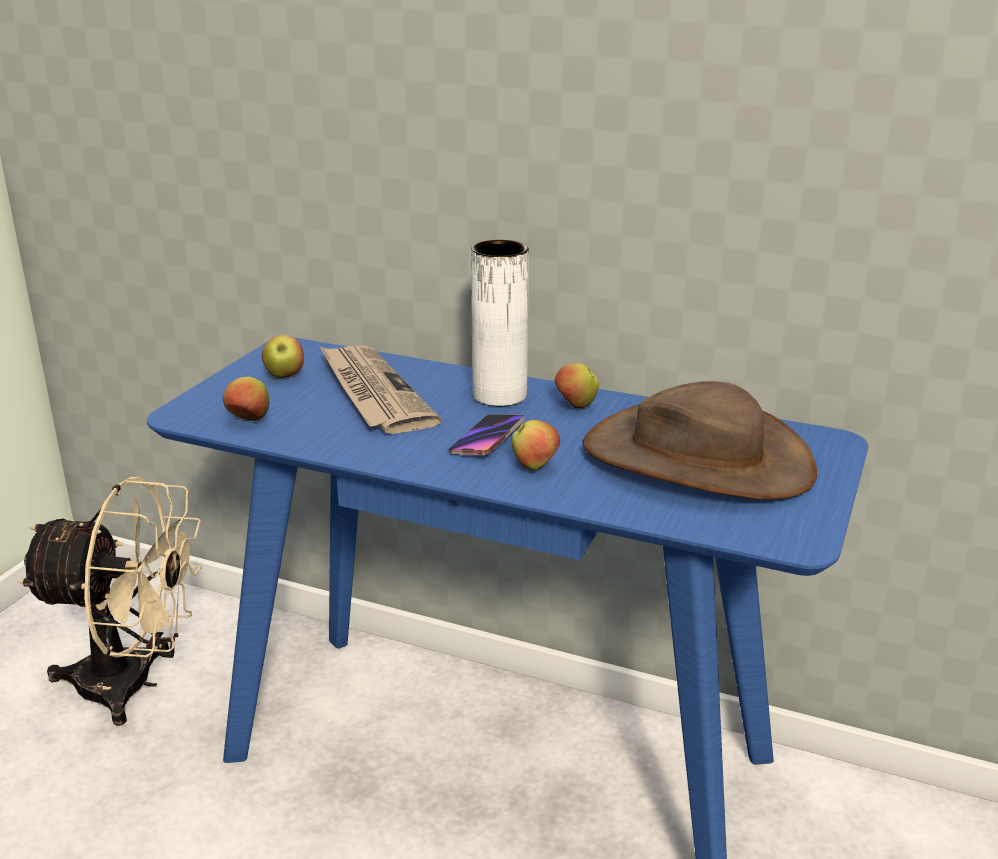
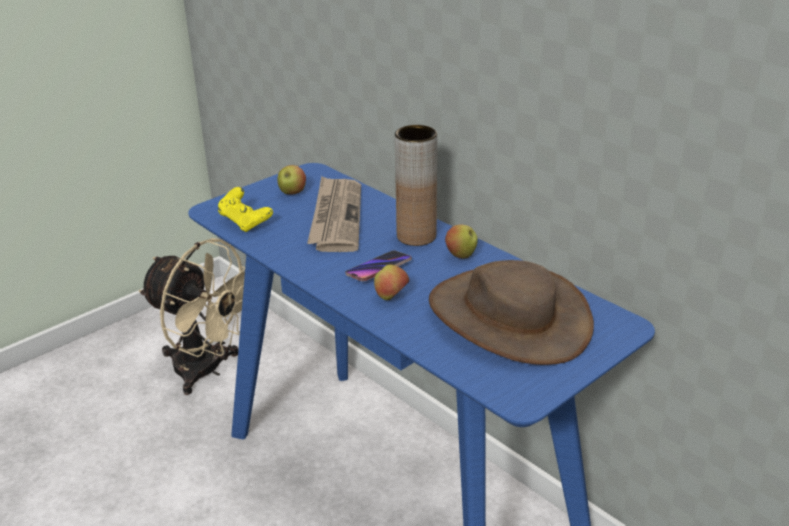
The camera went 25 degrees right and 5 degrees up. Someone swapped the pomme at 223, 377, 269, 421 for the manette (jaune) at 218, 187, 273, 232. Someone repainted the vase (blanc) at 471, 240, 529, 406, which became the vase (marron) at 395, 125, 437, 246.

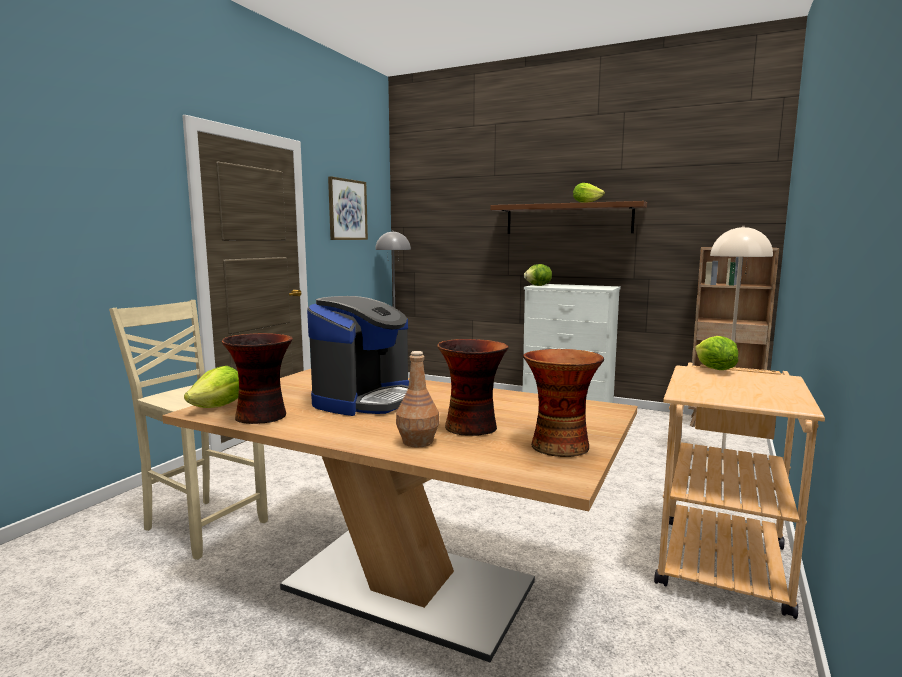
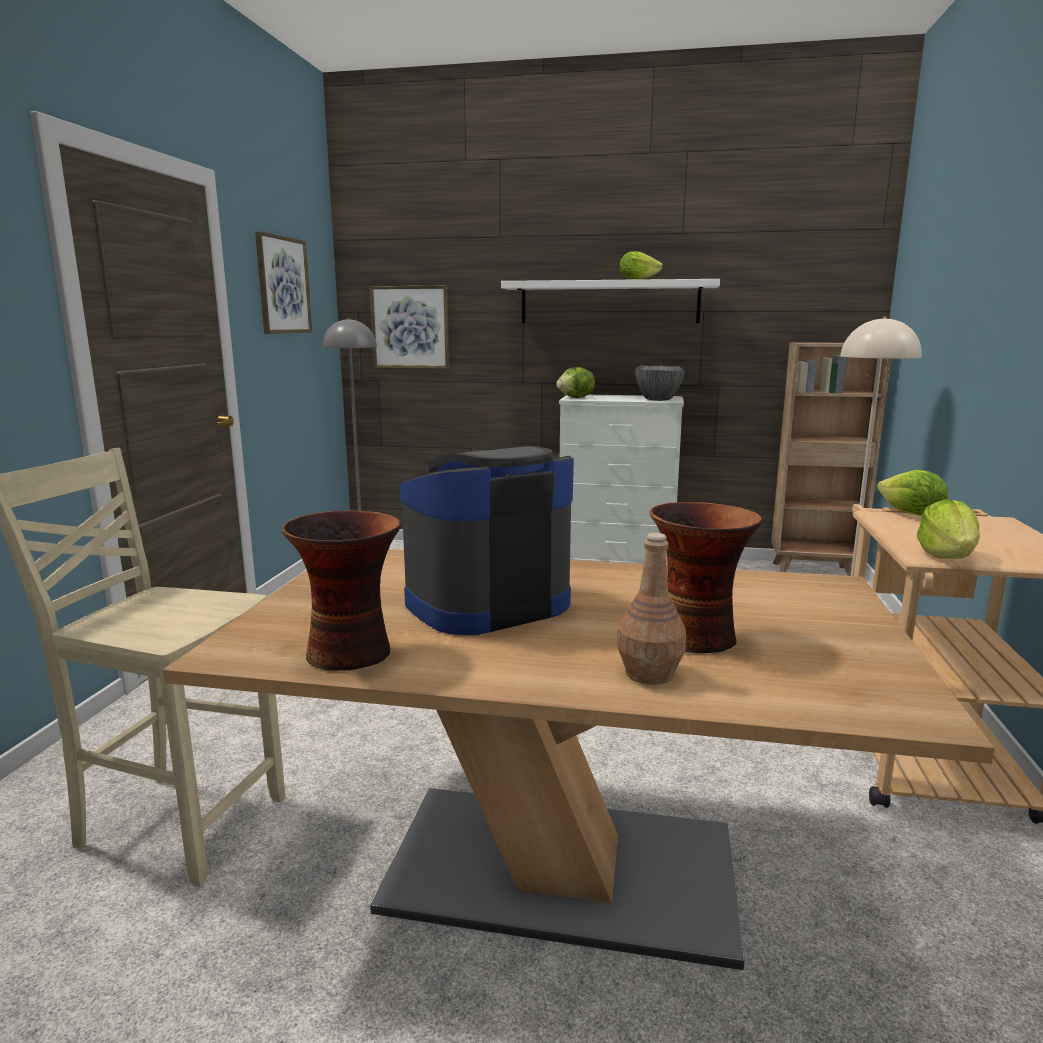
The camera went 15 degrees left and 5 degrees up. Someone carried the laitue from 184, 366, 239, 408 to 917, 499, 980, 559. Someone rotated the machine à café at 307, 296, 409, 416 by 135 degrees counterclockwise. Someone repainted the étagère (marron) at 490, 201, 647, 234, which became the étagère (blanc) at 501, 279, 720, 323. Someone took away the vase at 523, 349, 604, 457. Someone put up the tableau at 369, 285, 449, 369. Someone put down the bol at 635, 365, 685, 401.

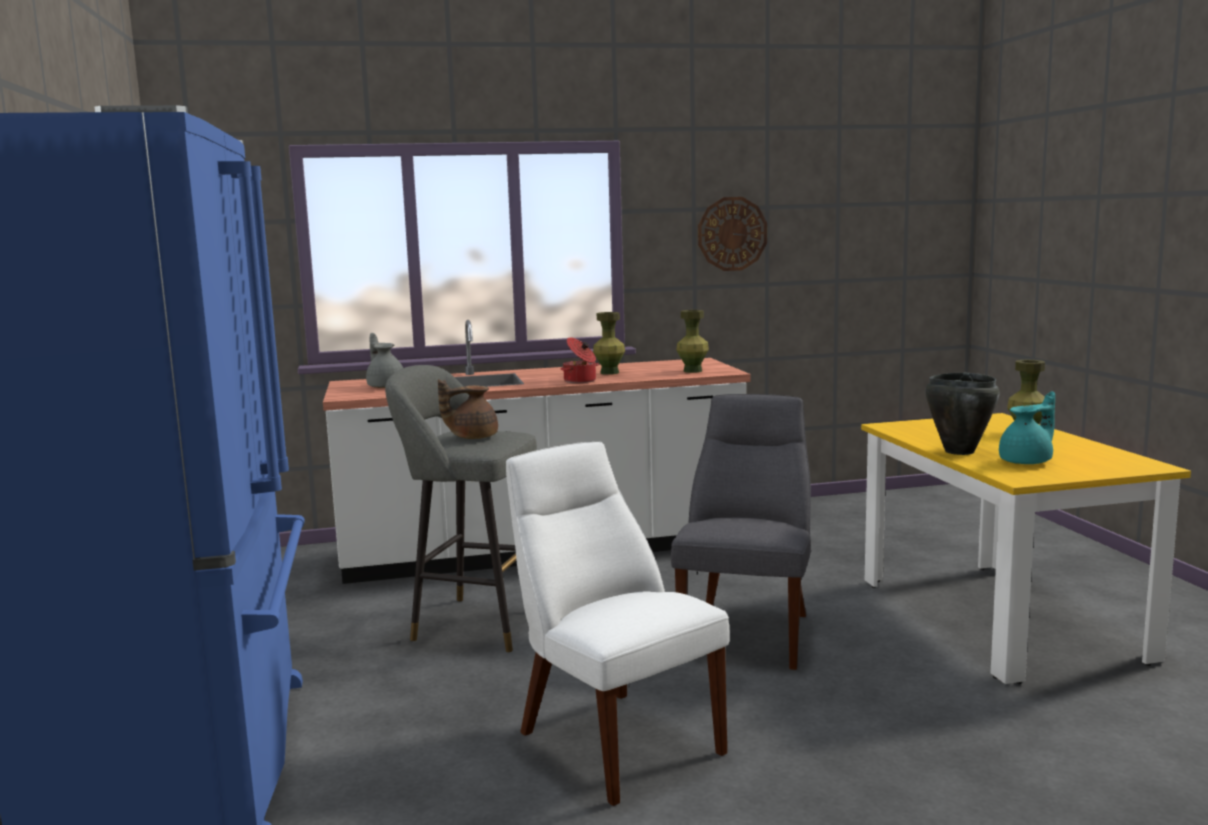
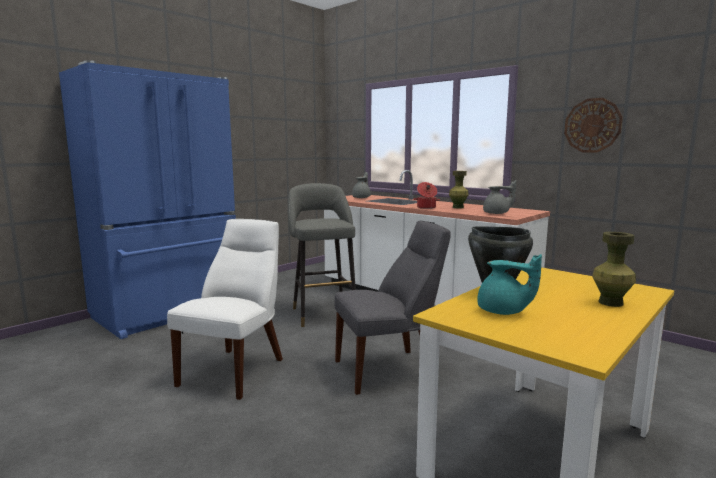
The camera went 55 degrees right and 0 degrees up. Someone took away the théière (marron) at 438, 379, 498, 439. Someone swapped the vase (vert) at 676, 310, 709, 373 for the théière (gris) at 483, 180, 516, 214.

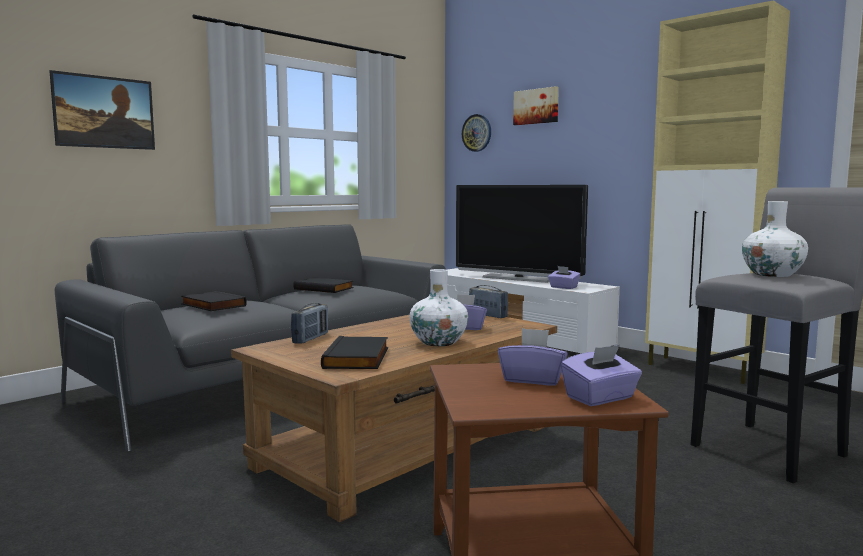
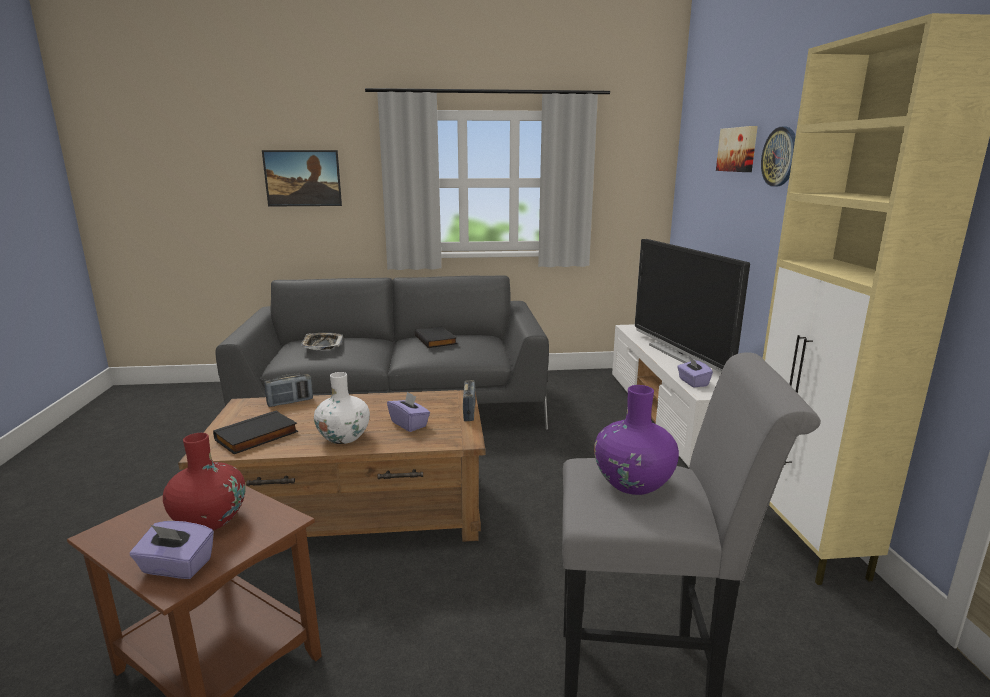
The camera went 40 degrees right and 10 degrees up. Someone swapped the livre (noir) at 181, 291, 247, 311 for the plateau at 301, 333, 343, 350. Someone carried the horloge murale from 462, 114, 491, 152 to 761, 127, 796, 187. Someone swapped the boîte à mouchoirs (violet) at 498, 328, 568, 386 for the vase (rouge) at 163, 433, 245, 530. Someone repainted the vase (blanc) at 742, 201, 808, 277, which became the vase (violet) at 594, 385, 679, 495.

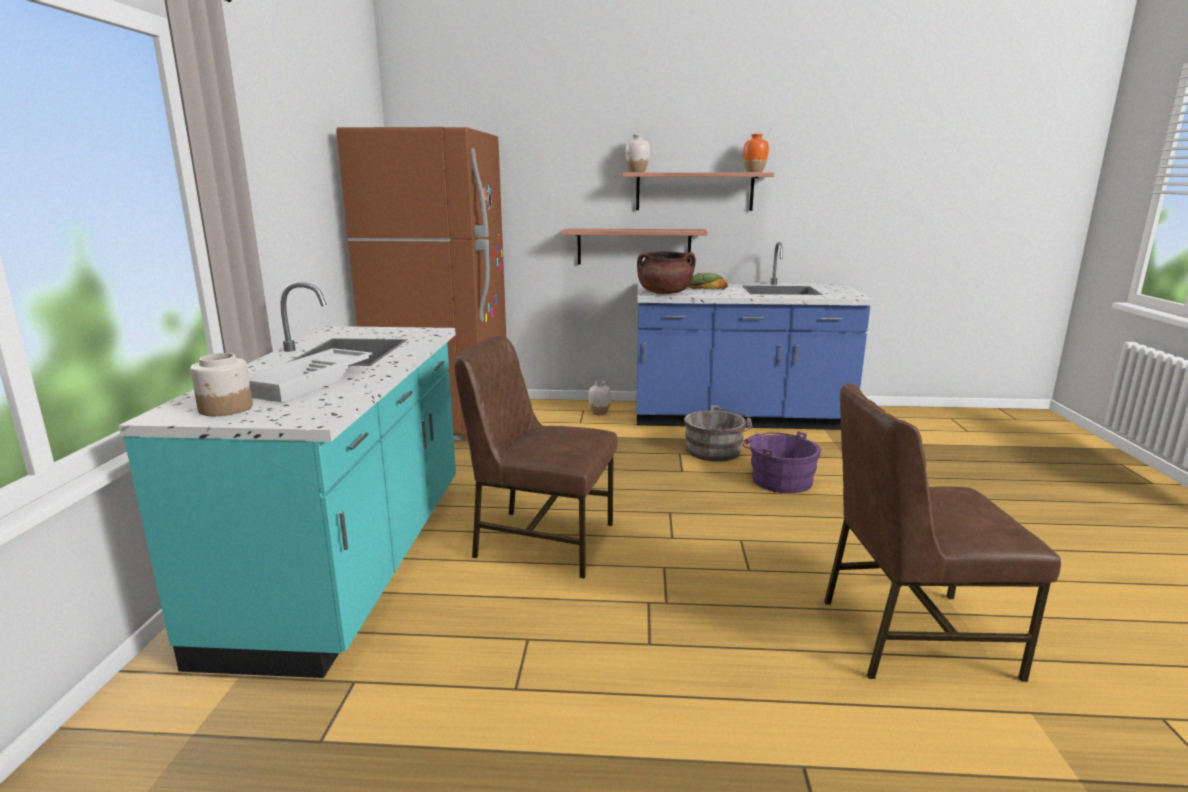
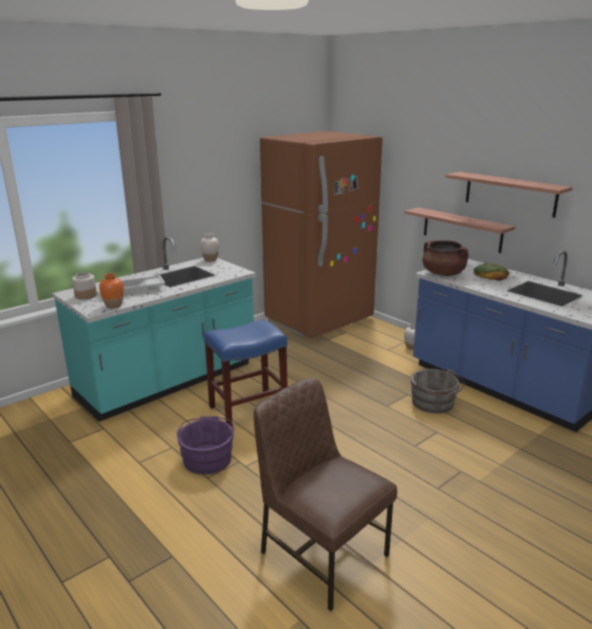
The camera went 45 degrees right and 5 degrees up. Someone swapped the chaise (marron) at 454, 336, 618, 578 for the tabouret (bleu) at 204, 319, 288, 427. Someone carried the vase (blanc) from 625, 134, 650, 172 to 200, 233, 219, 262. Someone carried the vase (orange) from 743, 134, 769, 172 to 99, 273, 124, 308. Someone carried the seau (violet) from 743, 431, 821, 493 to 177, 416, 235, 474.

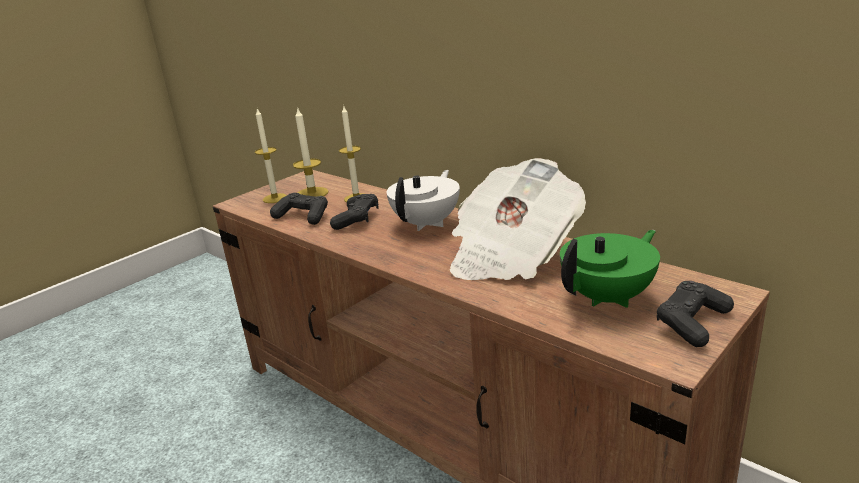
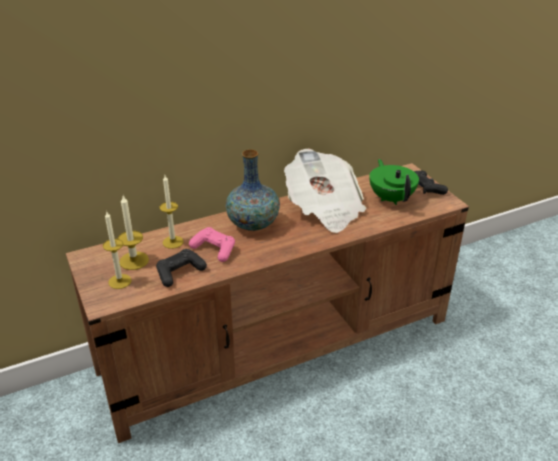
The camera went 70 degrees left and 10 degrees up. Someone repainted the manette (noir) at 330, 194, 379, 230, which became the manette (rose) at 189, 227, 235, 262. Someone swapped the théière (blanc) at 386, 170, 460, 231 for the vase at 226, 149, 280, 231.

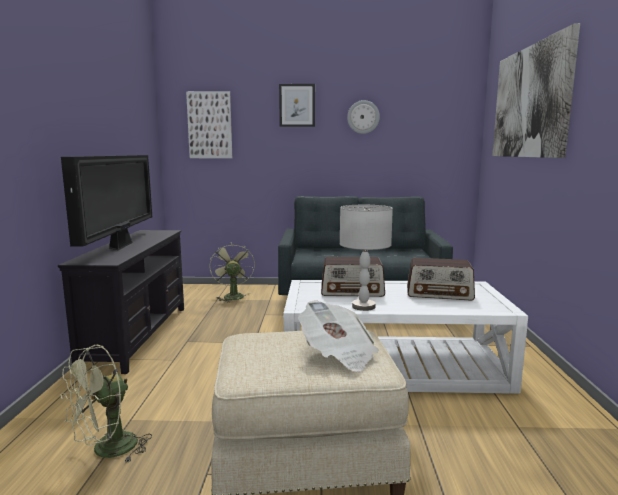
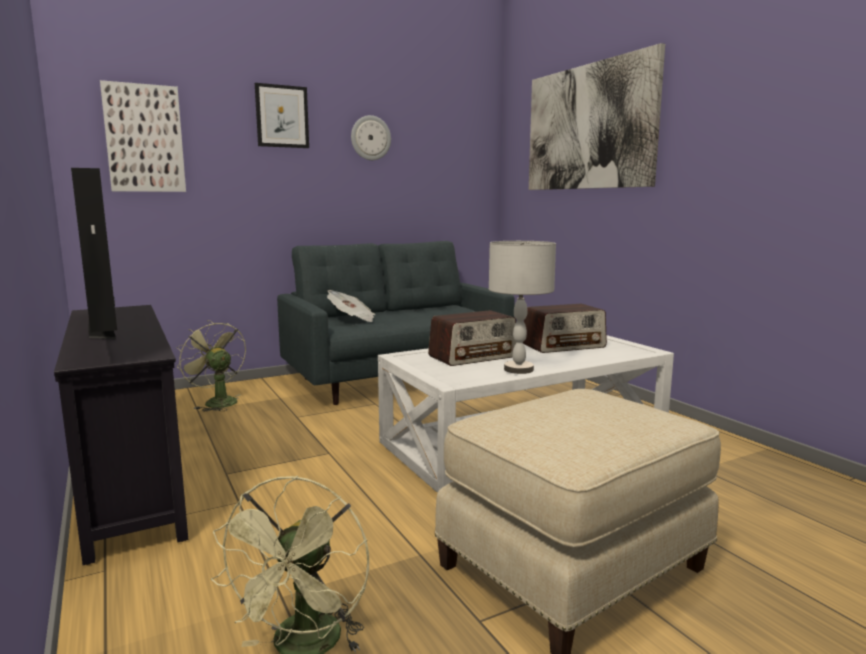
The camera went 30 degrees left and 0 degrees up. Someone carried the journal from 298, 301, 379, 372 to 327, 290, 375, 322.

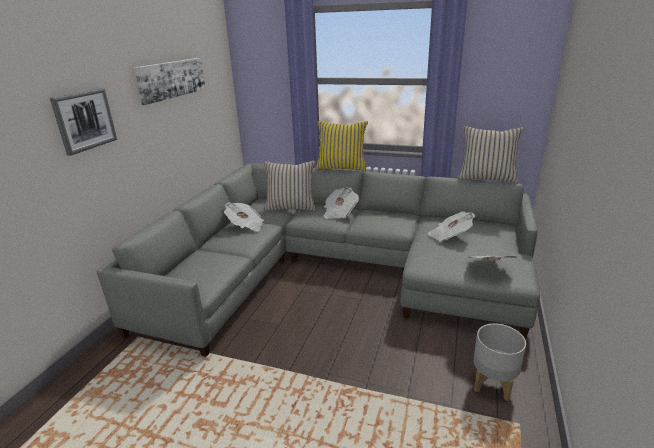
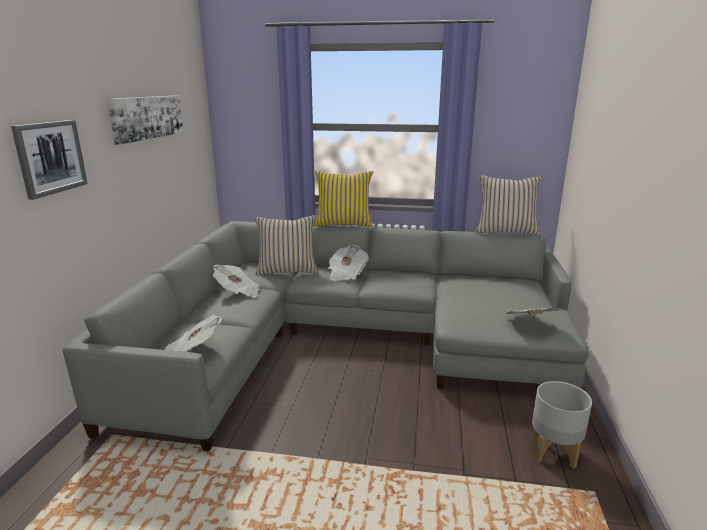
The camera went 10 degrees left and 5 degrees down. Someone carried the journal from 428, 212, 475, 242 to 165, 315, 222, 352.

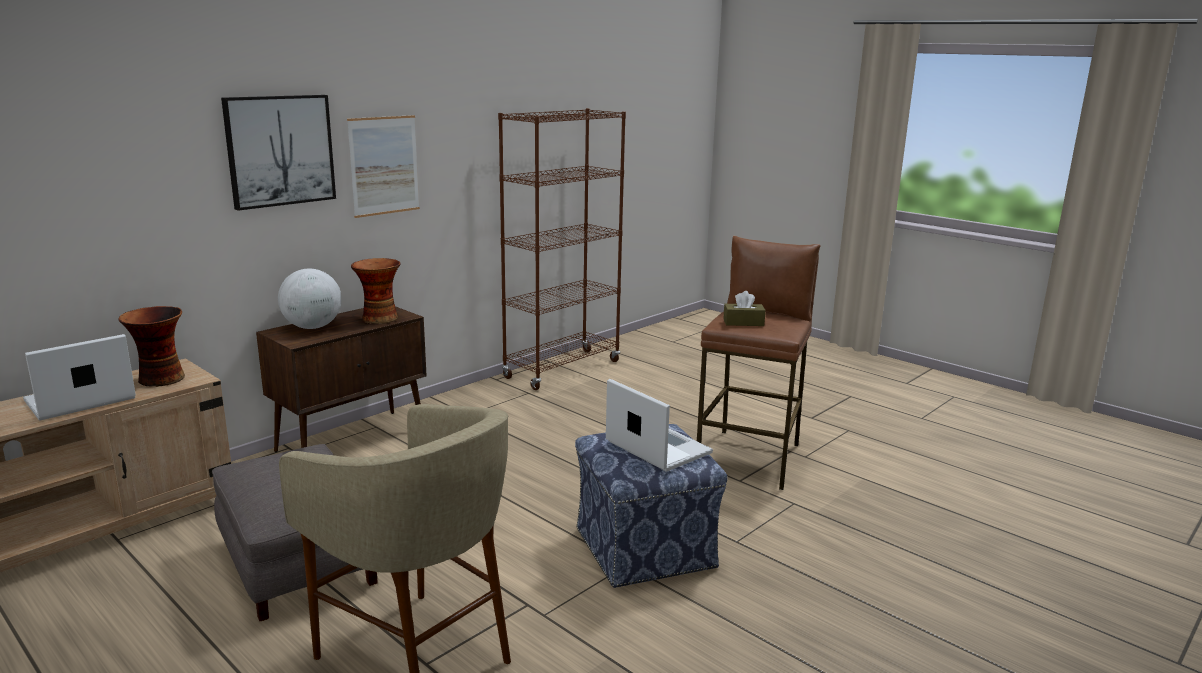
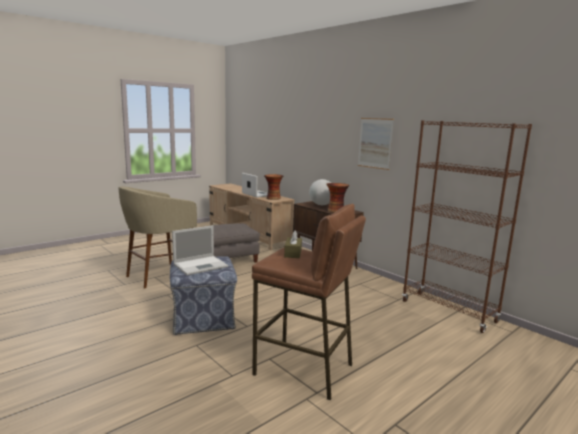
The camera went 95 degrees right and 5 degrees down. Someone took away the tableau at 221, 95, 336, 211.

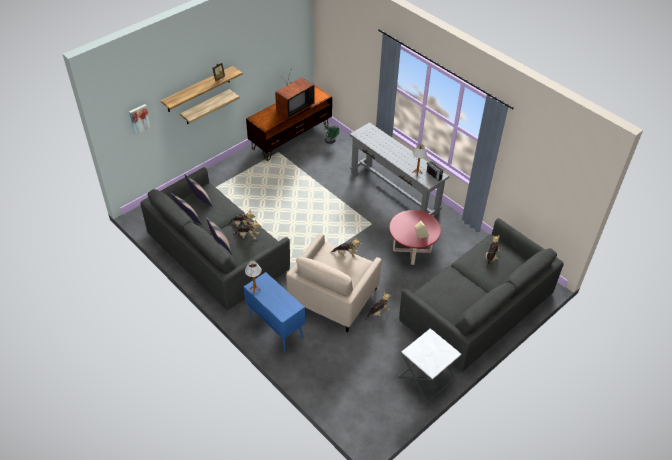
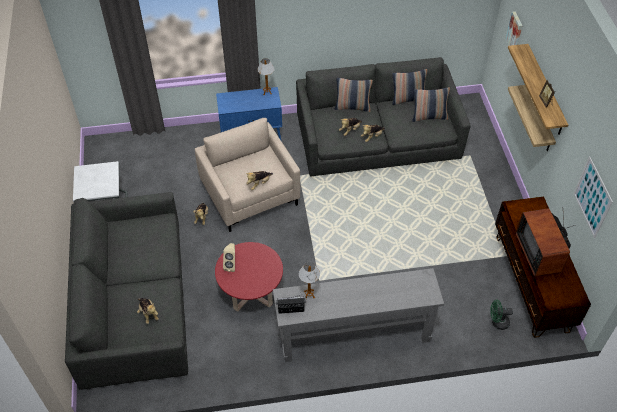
The camera went 125 degrees right and 5 degrees up. Someone put up the tableau at 573, 156, 613, 238.

